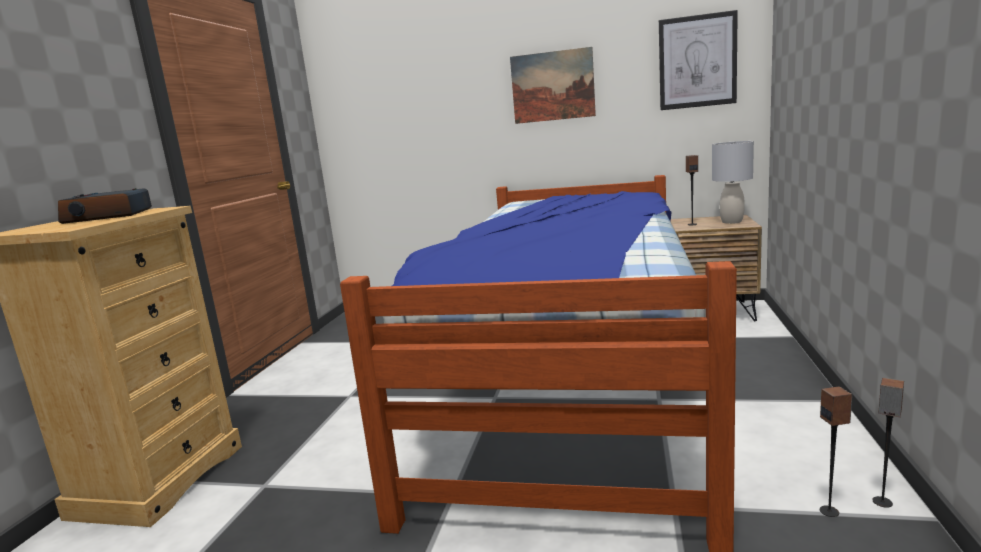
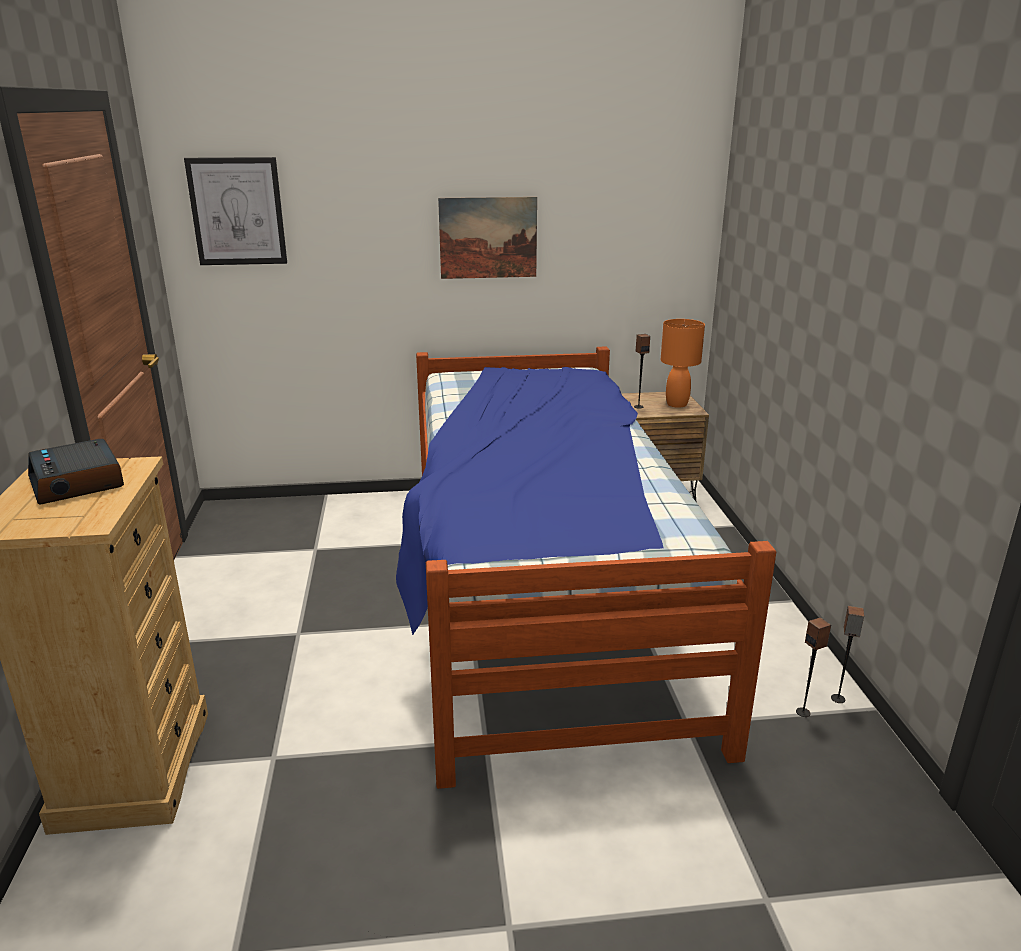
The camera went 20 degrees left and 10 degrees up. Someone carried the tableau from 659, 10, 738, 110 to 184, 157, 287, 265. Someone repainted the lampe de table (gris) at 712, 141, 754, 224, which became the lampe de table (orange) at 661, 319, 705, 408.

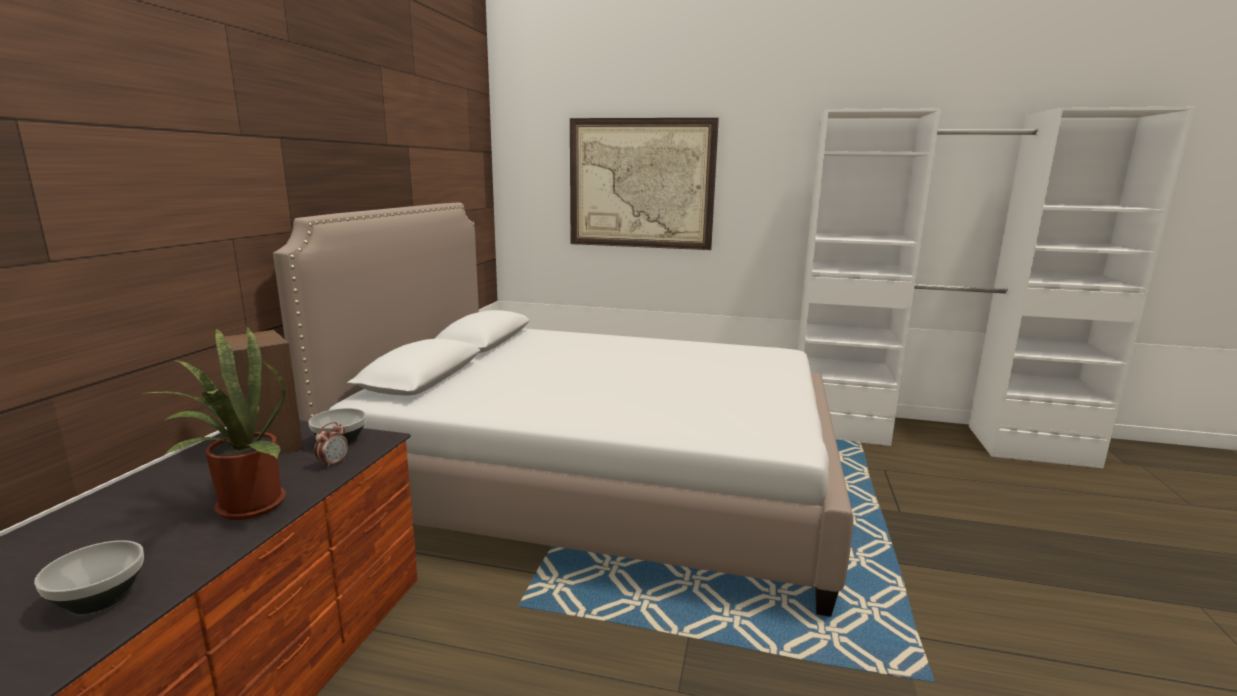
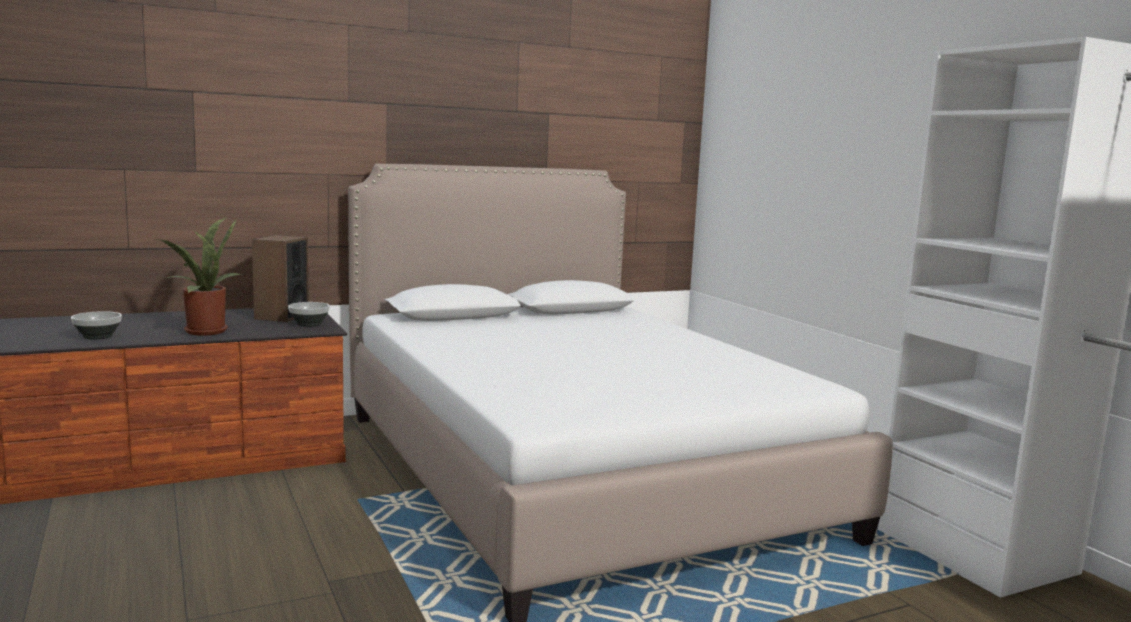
The camera went 50 degrees right and 5 degrees down. Someone took away the réveil at 314, 422, 348, 468. Someone took away the tableau at 570, 118, 719, 250.

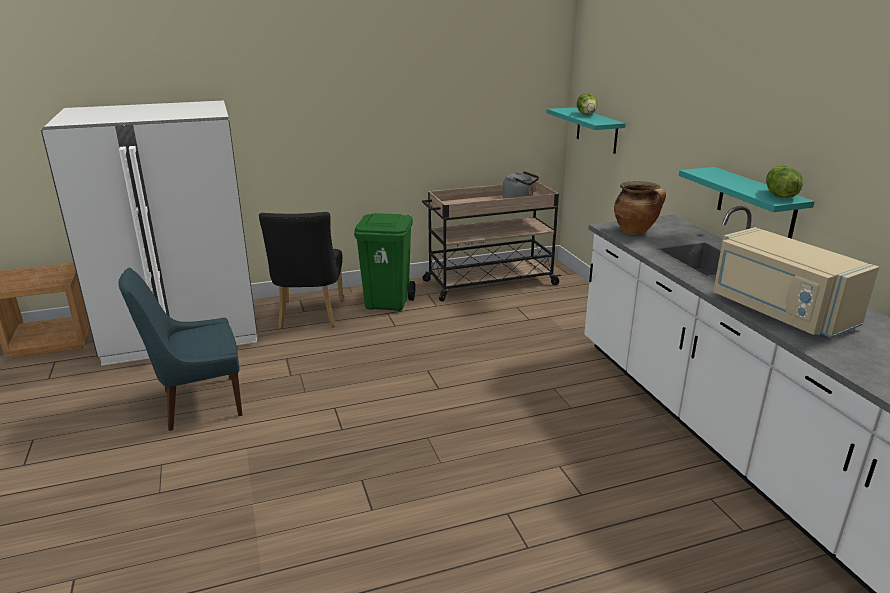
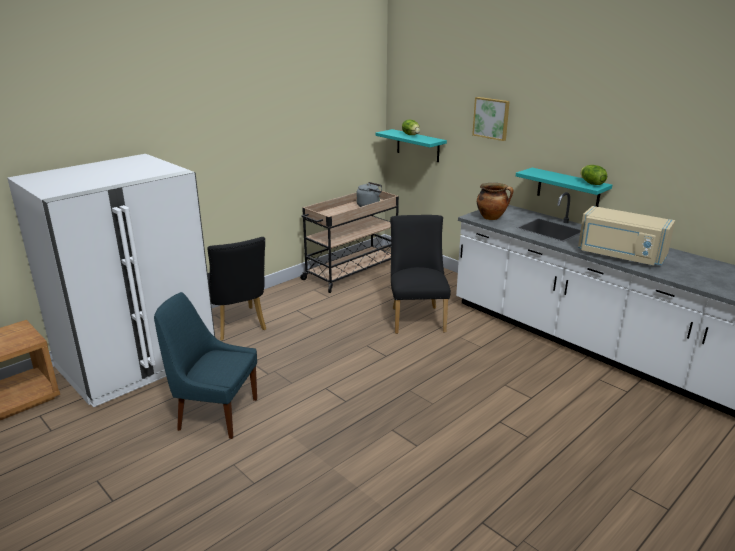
The camera went 25 degrees left and 0 degrees up. Someone rotated the chaise (bleu) at 118, 268, 242, 431 by 60 degrees clockwise. Someone took away the poubelle (vert) at 354, 213, 415, 311. Someone put down the chaise (noir) at 390, 215, 451, 334. Someone put up the tableau at 472, 97, 510, 141.

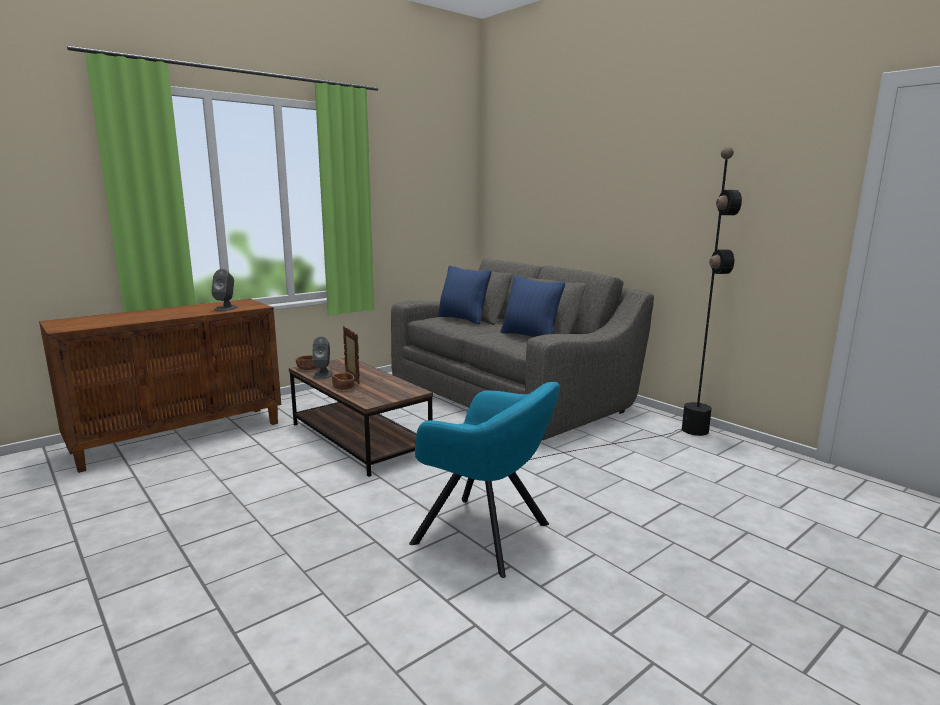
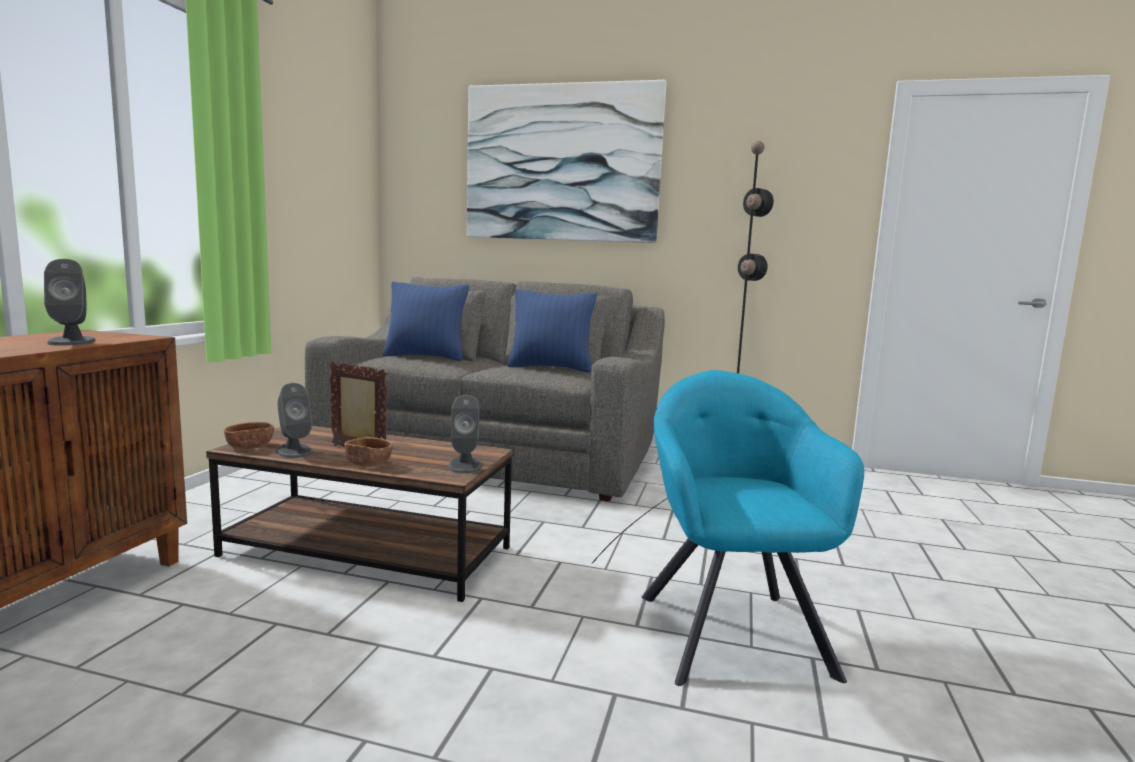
The camera went 35 degrees left and 5 degrees down. Someone rotated the fauteuil (turquoise) at 409, 382, 560, 578 by 90 degrees counterclockwise. Someone put down the enceinte (gris) at 448, 395, 482, 474. Someone put up the tableau at 467, 80, 666, 243.

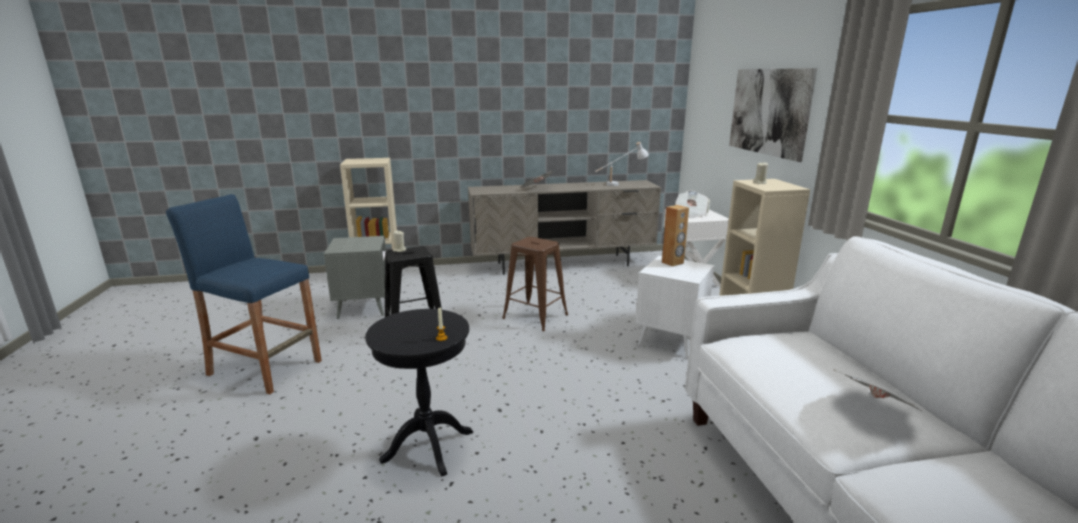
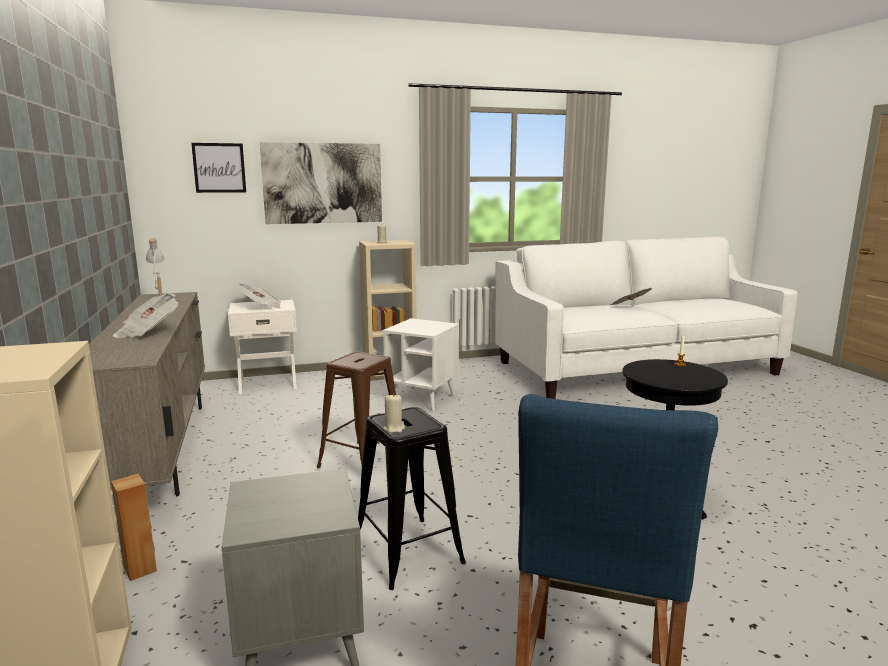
The camera went 95 degrees left and 5 degrees down. Someone carried the enceinte (marron) from 662, 205, 689, 267 to 111, 474, 157, 581. Someone put up the tableau at 191, 143, 246, 193.

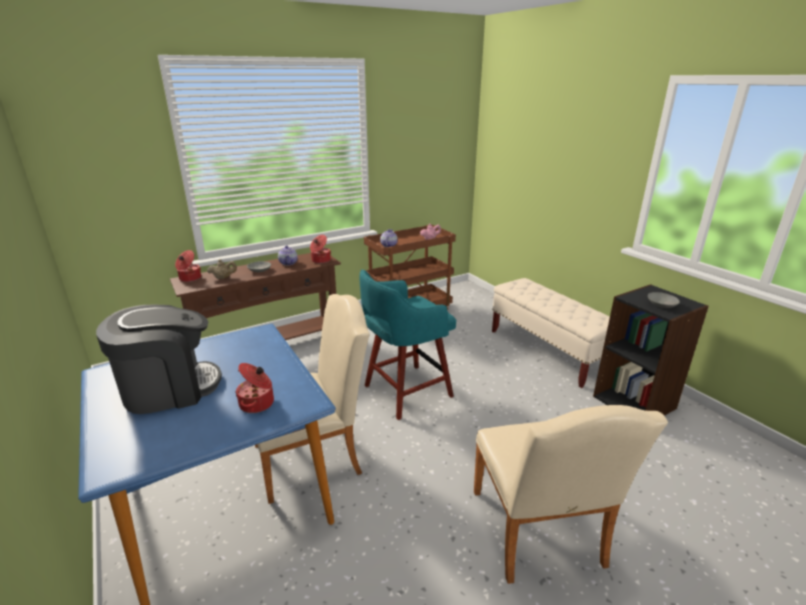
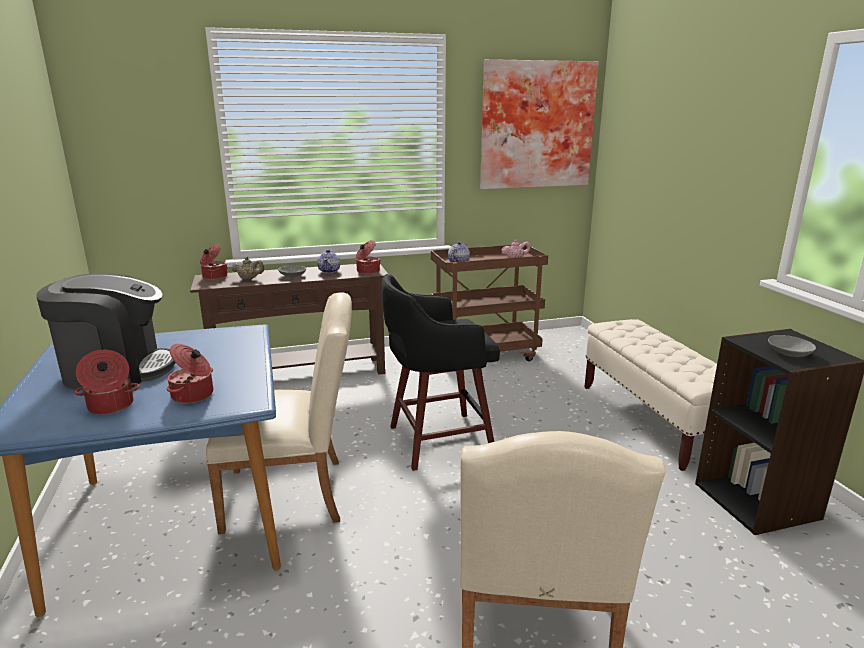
The camera went 15 degrees right and 5 degrees down. Someone repainted the tabouret (turquoise) at 359, 269, 456, 420, which became the tabouret (noir) at 381, 274, 500, 471. Someone put down the marmite at 75, 350, 140, 415. Someone put up the tableau at 480, 59, 599, 189.

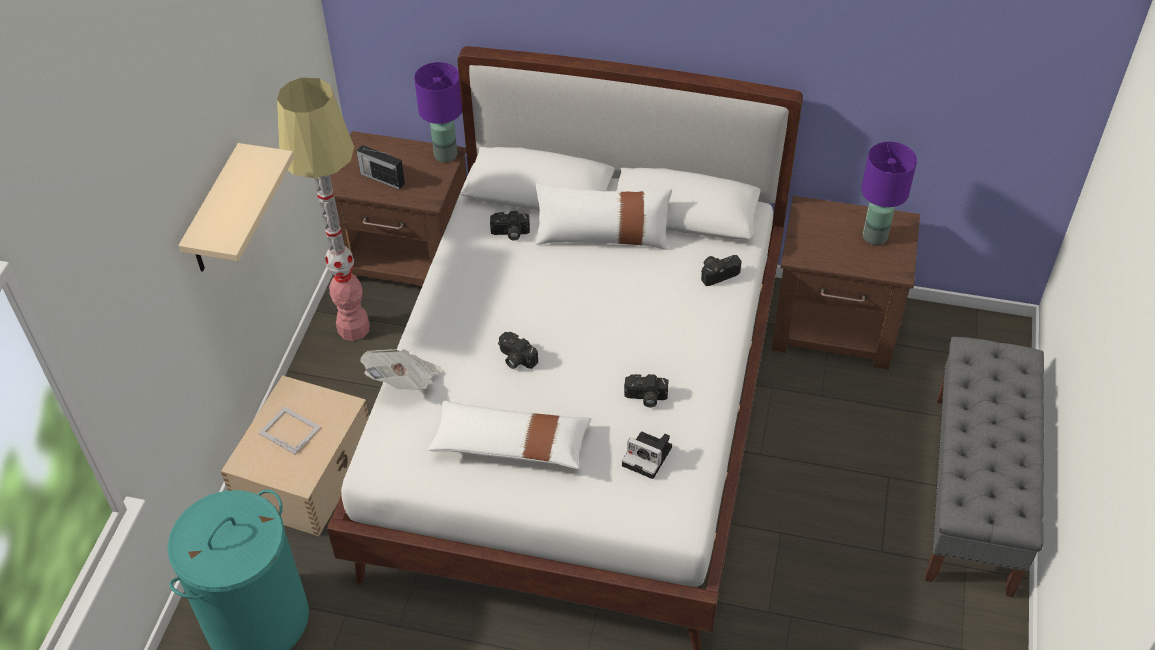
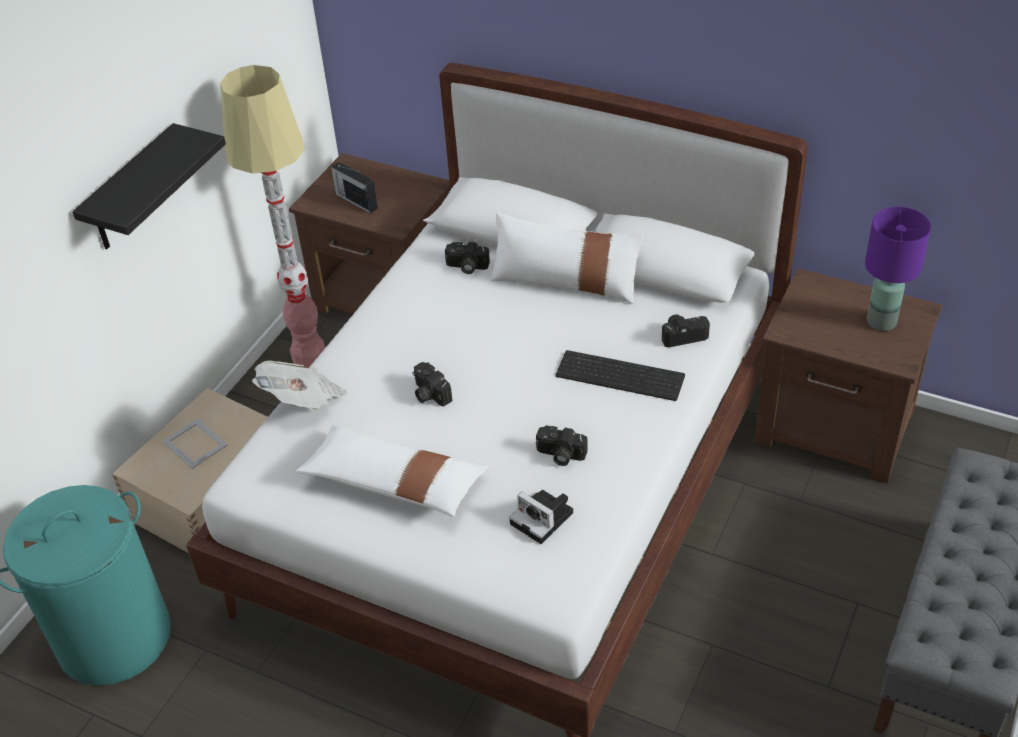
The camera went 15 degrees right and 5 degrees down. Someone repainted the étagère (beige) at 178, 143, 294, 272, which became the étagère (noir) at 72, 123, 226, 249. Someone took away the lampe de table (violet) at 414, 62, 462, 162. Someone put down the clavier at 556, 350, 685, 401.

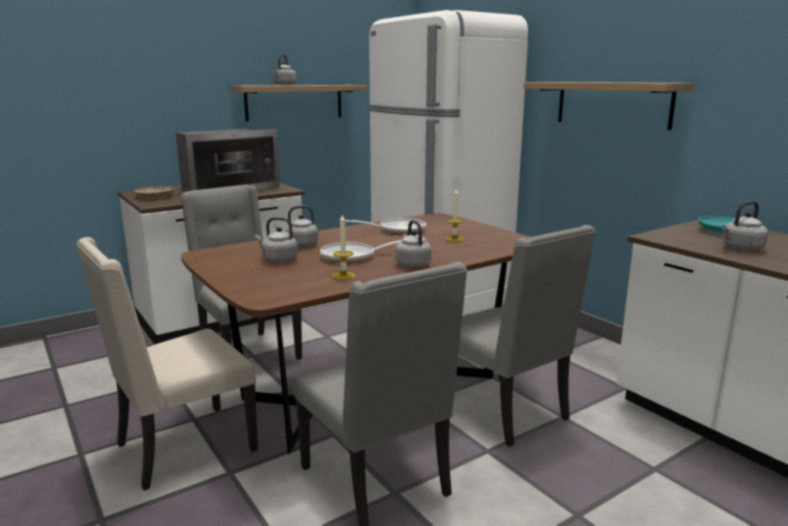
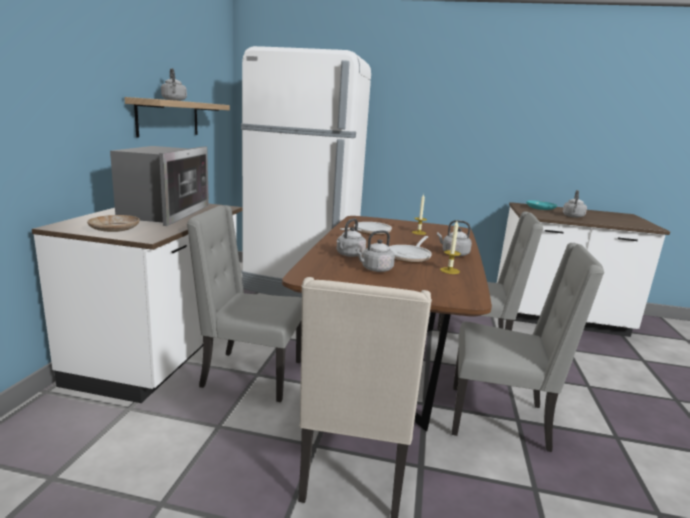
The camera went 45 degrees left and 0 degrees up. Someone took away the étagère at 523, 82, 694, 130.

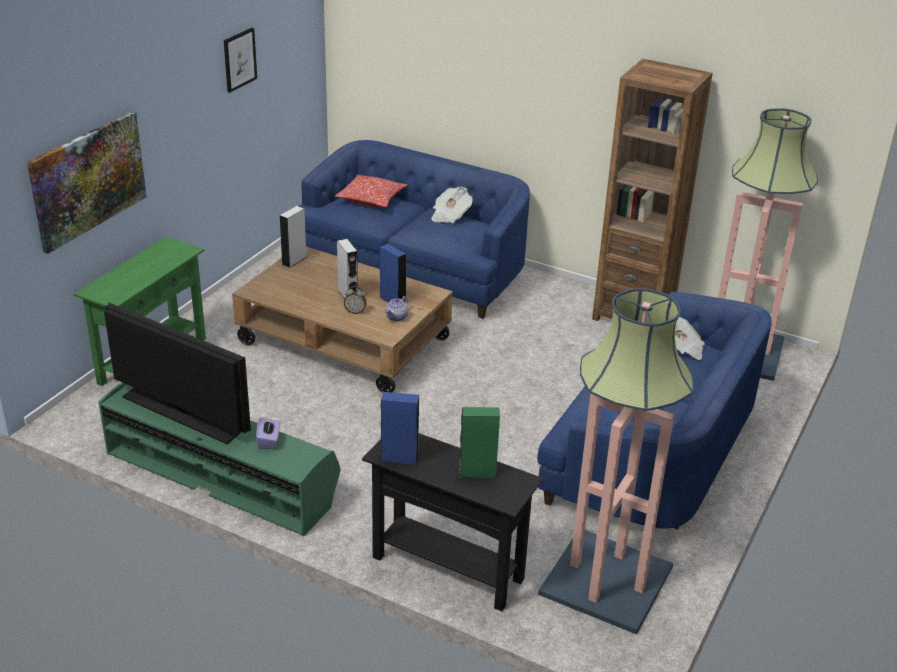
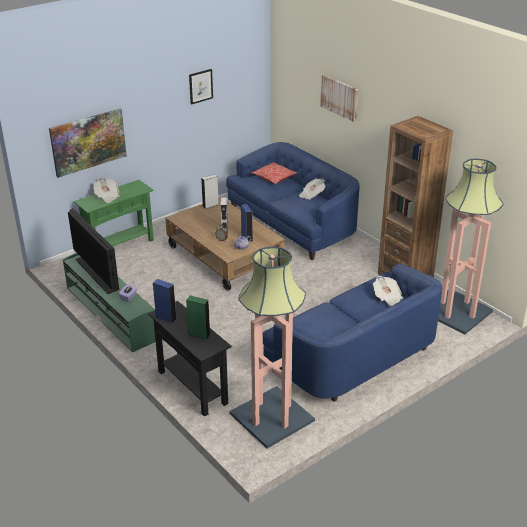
The camera went 25 degrees right and 0 degrees up. Someone put down the journal at 93, 177, 120, 203. Someone put up the tableau at 320, 75, 358, 122.

